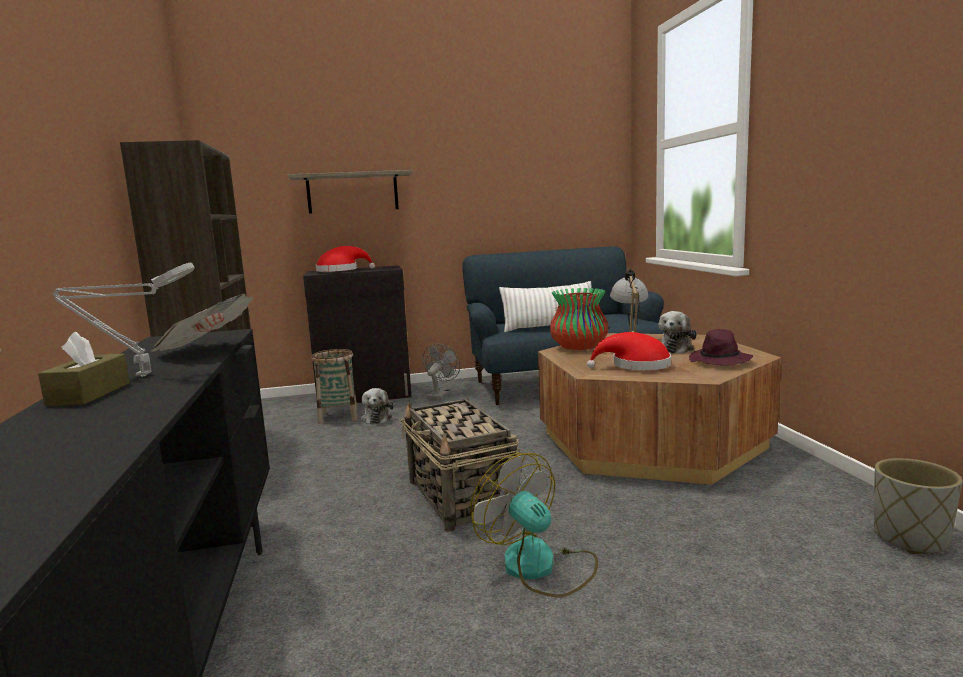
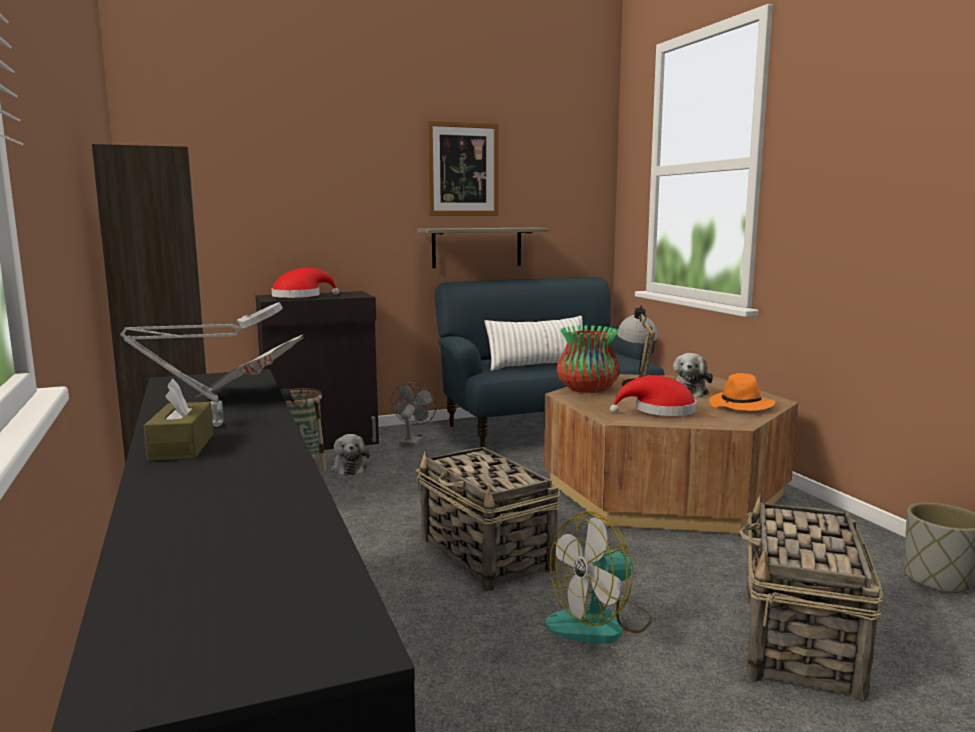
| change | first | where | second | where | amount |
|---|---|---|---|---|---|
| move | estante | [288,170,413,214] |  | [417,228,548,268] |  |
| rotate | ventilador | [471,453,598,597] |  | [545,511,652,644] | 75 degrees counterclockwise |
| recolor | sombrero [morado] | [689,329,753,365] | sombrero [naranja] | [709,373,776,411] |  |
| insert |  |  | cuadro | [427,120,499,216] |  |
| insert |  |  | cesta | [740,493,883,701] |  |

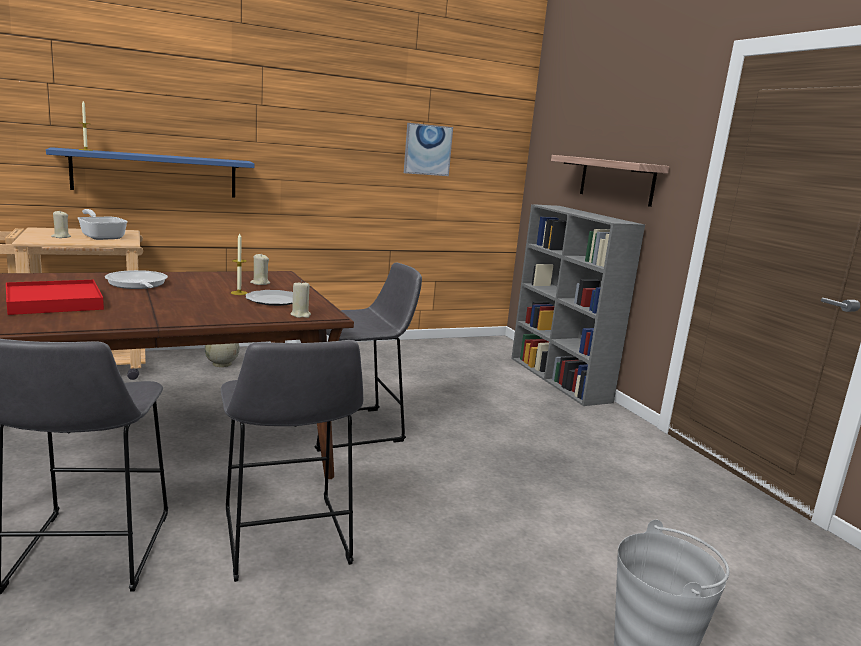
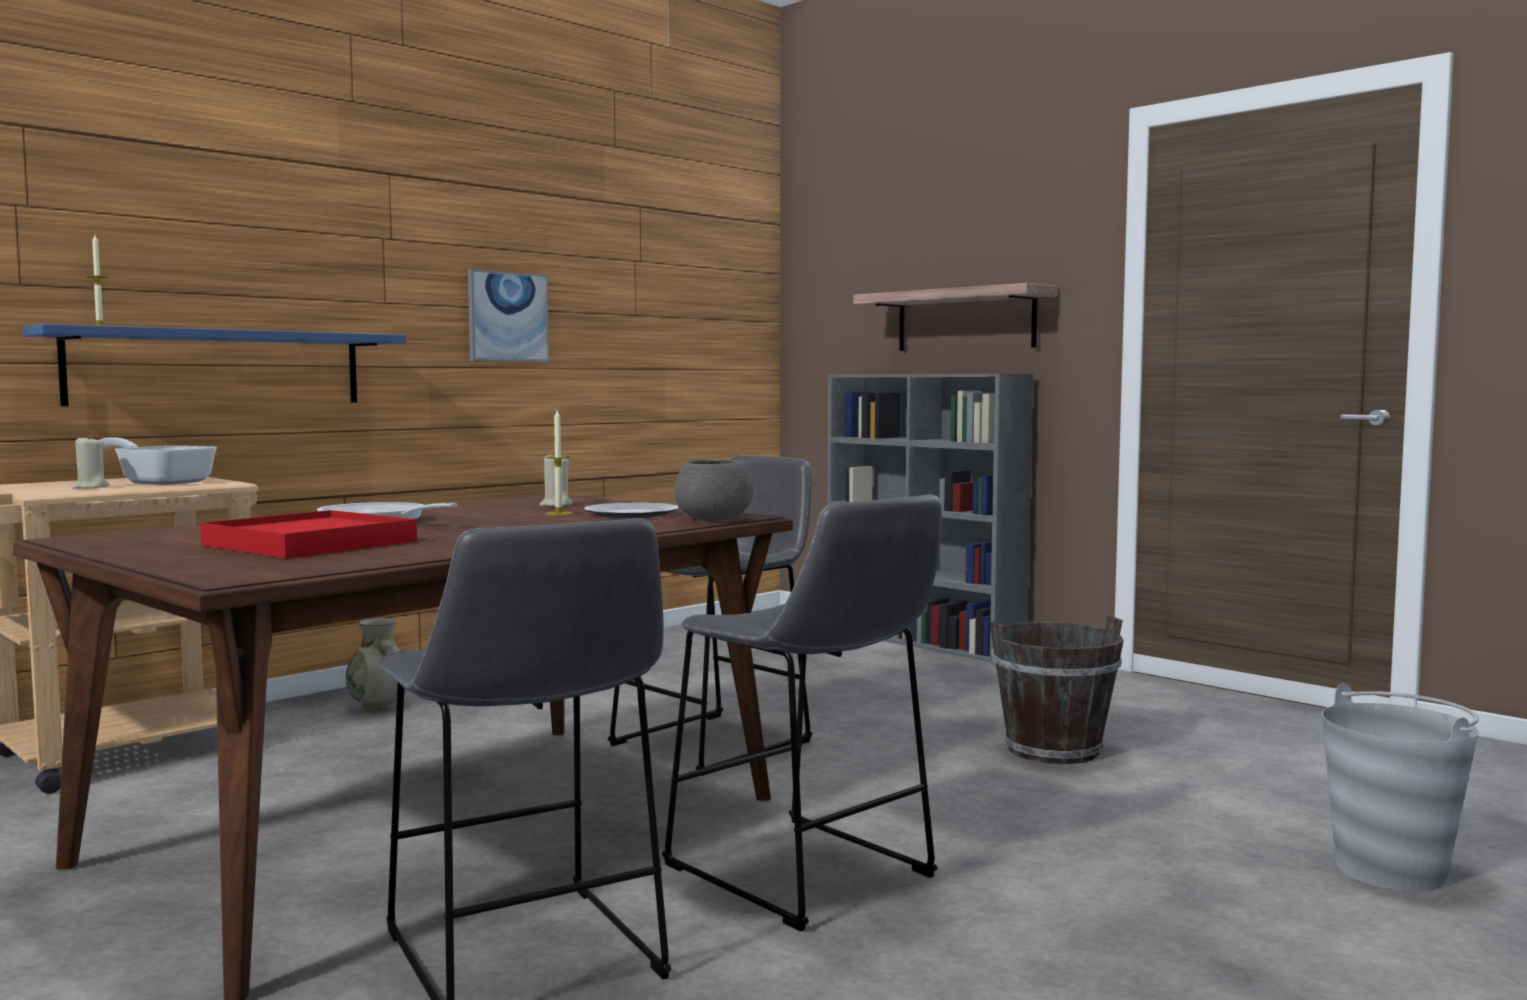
| change | first | where | second | where | amount |
|---|---|---|---|---|---|
| replace | vela [beis] | [290,280,311,318] | cuenco [gris] | [674,460,754,521] |  |
| move | cuadro | [404,123,453,176] |  | [468,269,549,362] |  |
| insert |  |  | cubo [marrón] | [989,615,1124,764] |  |

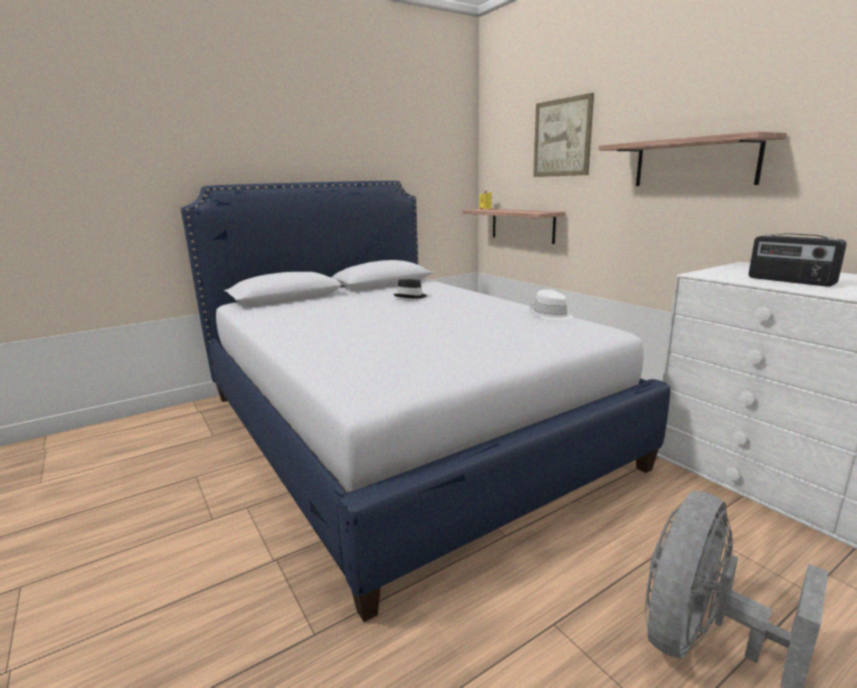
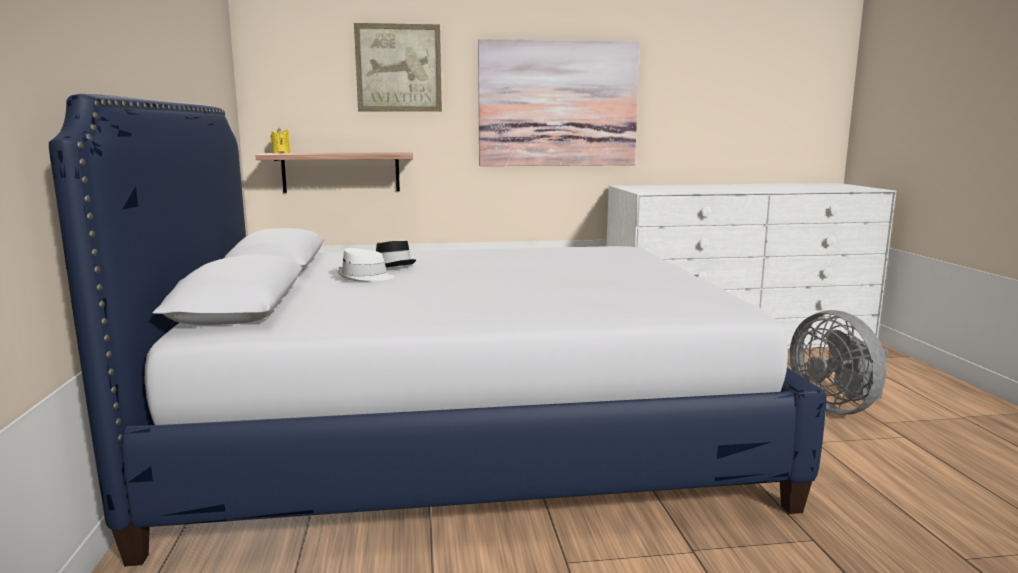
| change | first | where | second | where | amount |
|---|---|---|---|---|---|
| move | sombrero [blanco] | [530,289,573,320] |  | [336,248,394,281] |  |
| replace | estante | [599,131,787,186] | cuadro | [478,39,640,166] |  |
| delete | radio | [749,233,847,287] |  |  |  |

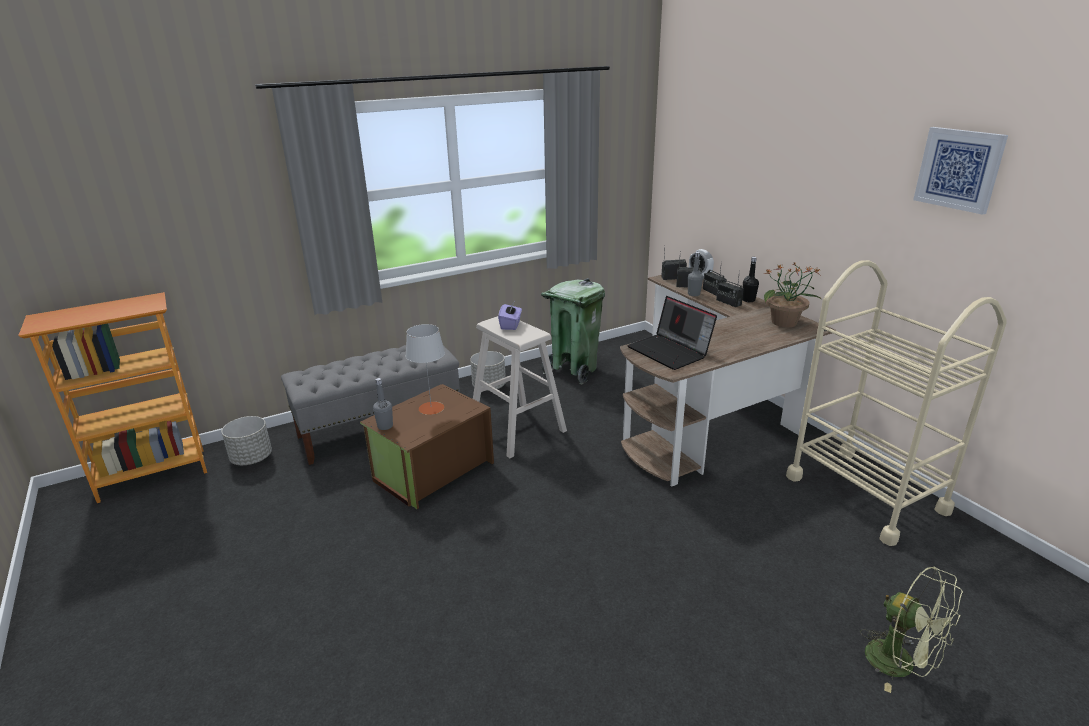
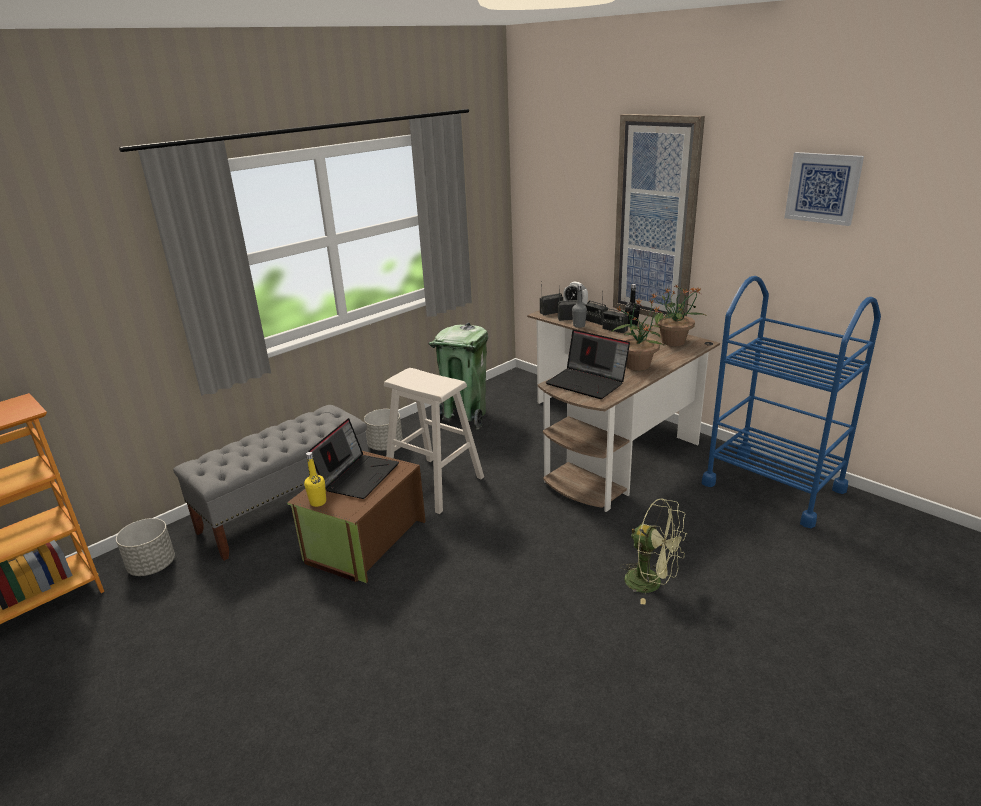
| change | first | where | second | where | amount |
|---|---|---|---|---|---|
| recolor | botella [gris] | [373,378,393,430] | botella [amarillo] | [304,452,326,507] |  |
| replace | lámpara de mesa [gris] | [406,324,445,415] | portátil | [309,418,399,499] |  |
| delete | caja de pañuelos [morado] | [498,303,522,330] |  |  |  |
| recolor | carrito [beis] | [786,260,1007,546] | carrito [azul] | [701,276,881,528] |  |
| move | ventilador [verde] | [860,567,963,693] |  | [620,498,687,605] |  |
| insert |  |  | planta en maceta | [611,300,664,371] |  |
| insert |  |  | cuadro | [613,114,705,317] |  |

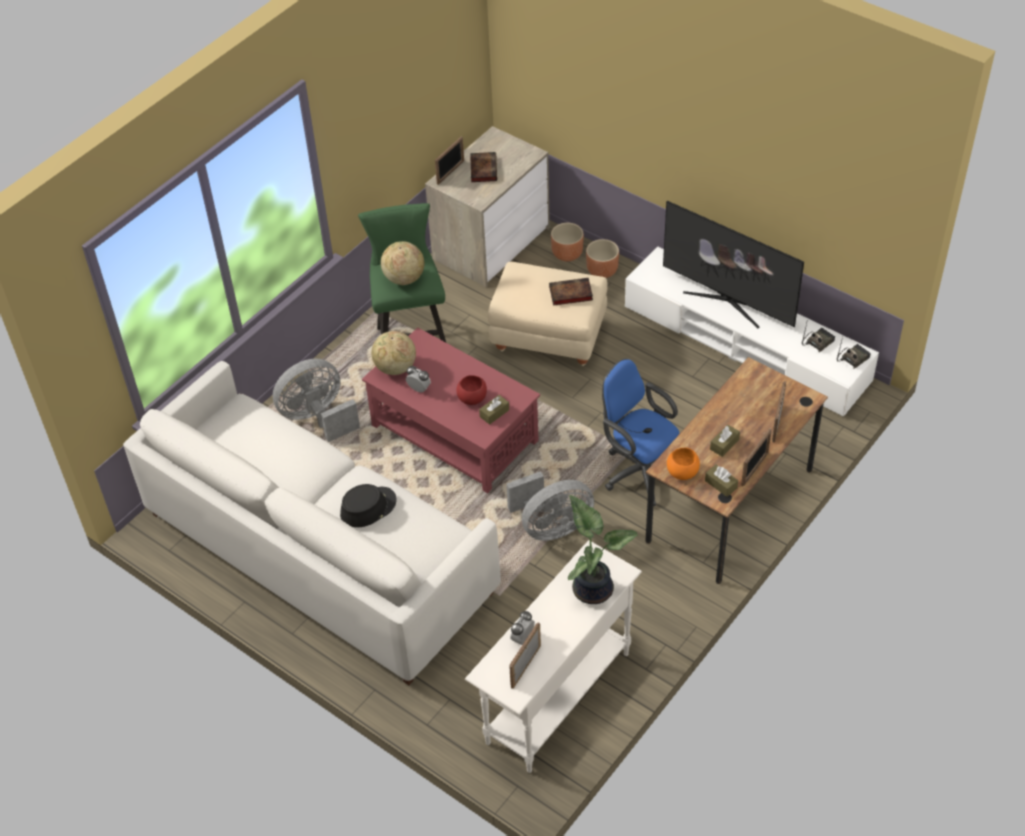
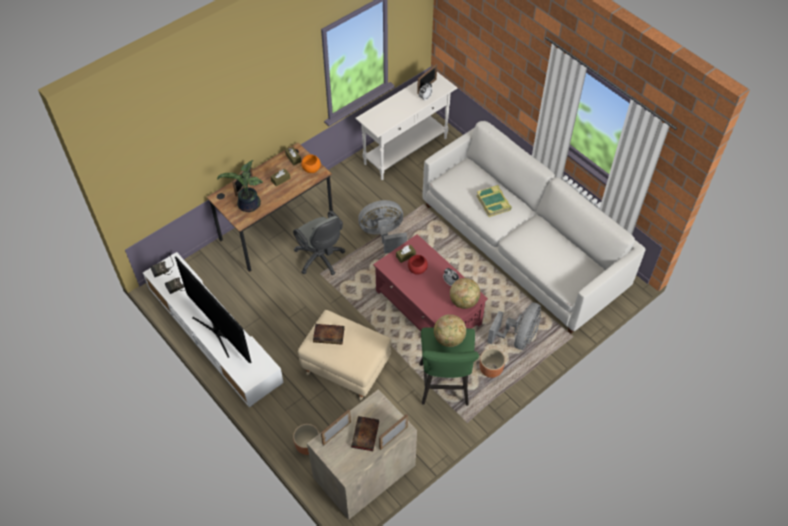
| change | first | where | second | where | amount |
|---|---|---|---|---|---|
| rotate | ventilador [gris] | [273,359,360,442] |  | [487,302,541,350] | 45 degrees counterclockwise |
| replace | sombrero [negro] | [340,484,397,528] | libro | [476,185,512,217] |  |
| move | planta en maceta | [568,495,638,604] |  | [217,160,263,212] |  |
| move | maceta [marrón] | [586,239,619,278] |  | [480,348,505,378] |  |
| recolor | silla de oficina [azul] | [602,359,679,506] | silla de oficina [gris] | [293,211,345,275] |  |
| move | portarretratos | [741,428,771,486] |  | [321,410,351,445] |  |

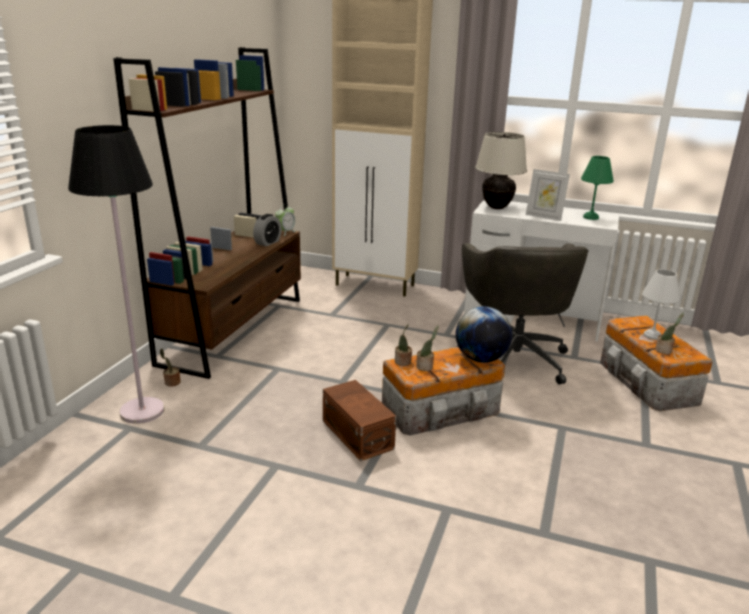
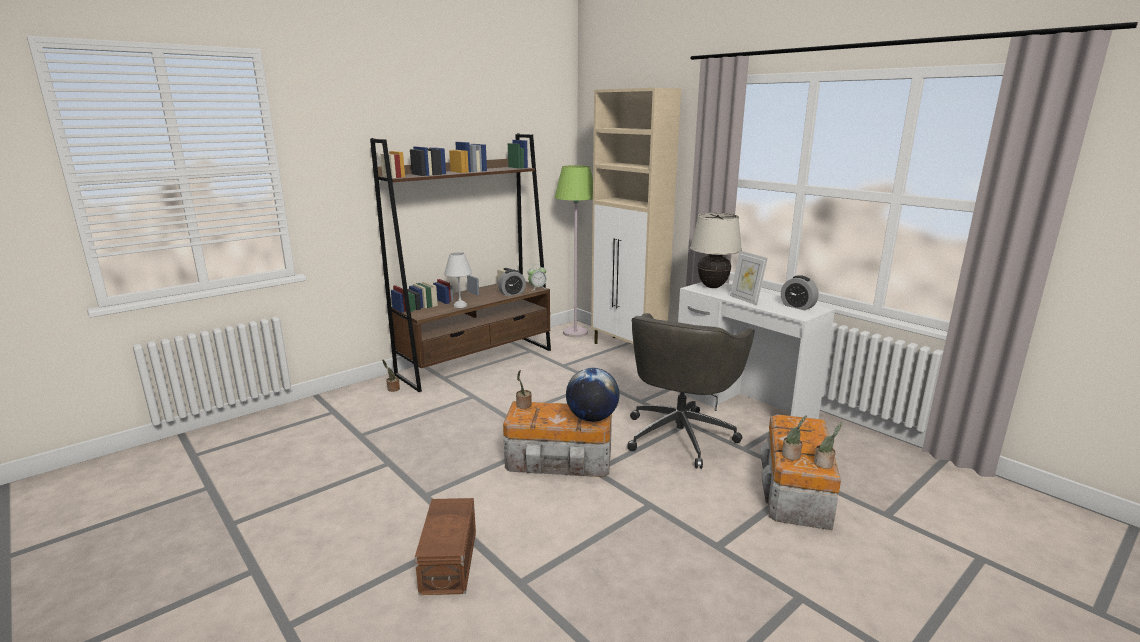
| change | first | where | second | where | amount |
|---|---|---|---|---|---|
| delete | lámpara de pie [negro] | [68,125,164,424] |  |  |  |
| move | caja de almacenaje [marrón] | [323,380,396,461] |  | [415,498,476,595] |  |
| move | planta en maceta | [416,325,439,371] |  | [814,422,843,469] |  |
| replace | lámpara de mesa [verde] | [581,156,614,220] | despertador | [781,275,819,310] |  |
| move | lámpara de mesa [blanco] | [642,269,680,340] |  | [444,252,472,308] |  |
| insert |  |  | lámpara de pie [verde] | [554,165,593,337] |  |

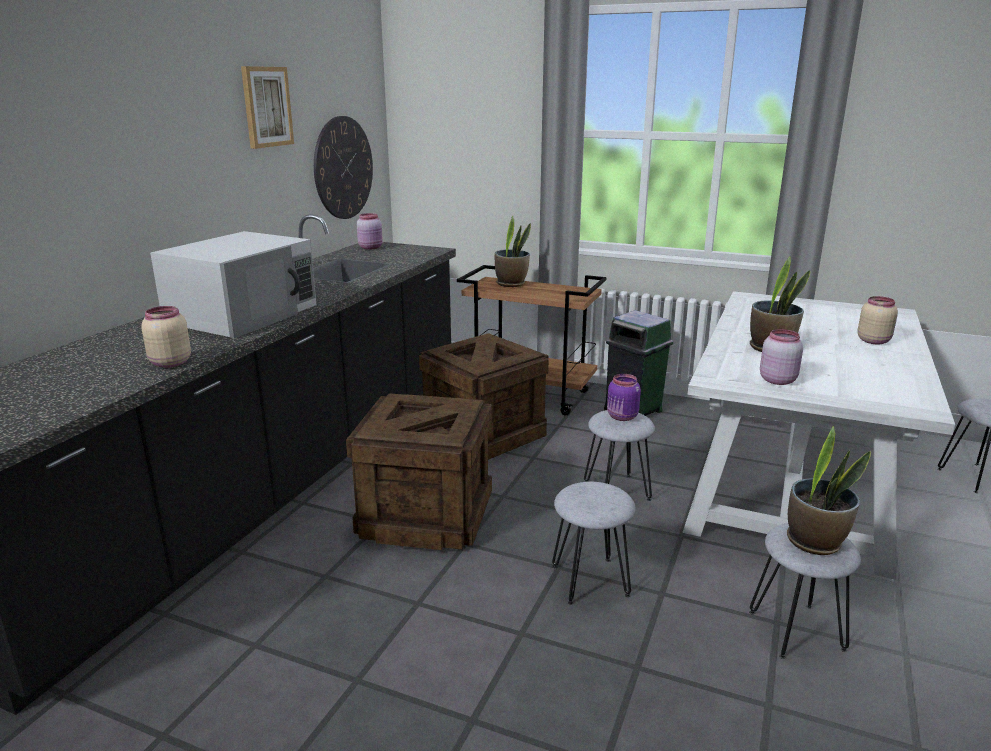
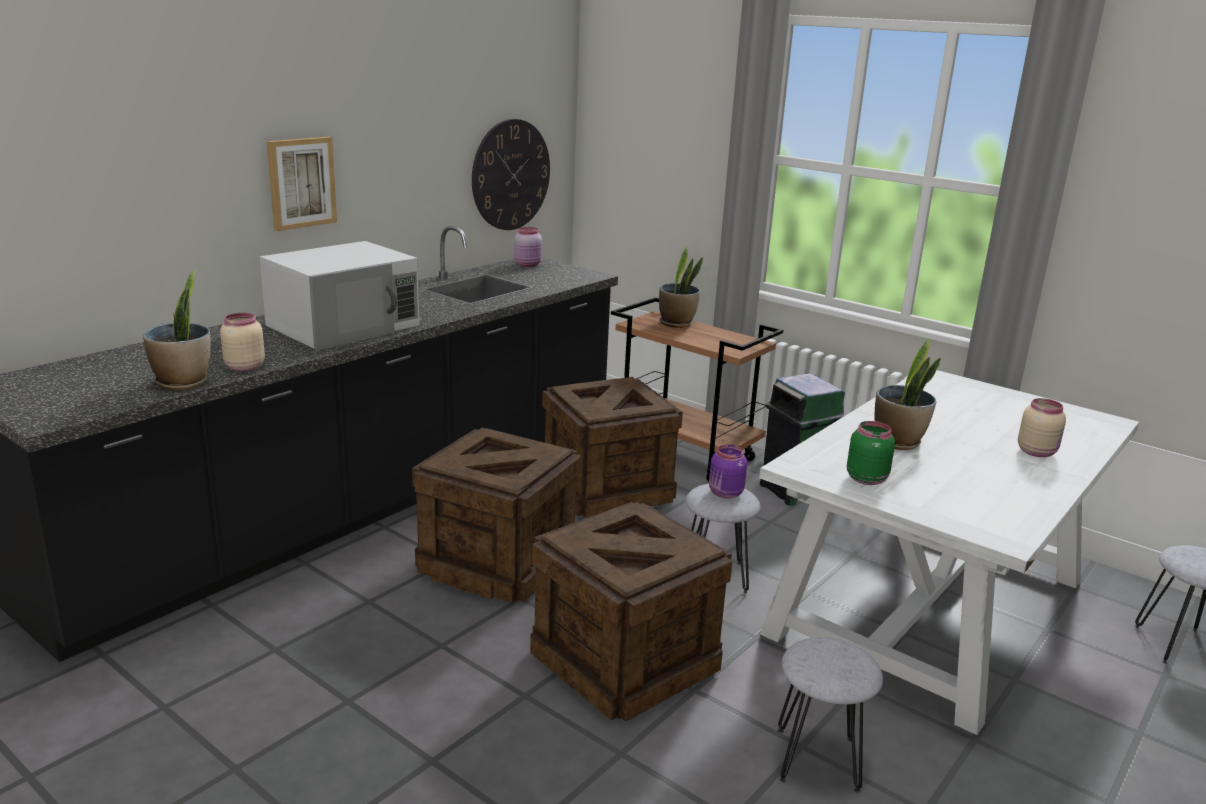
| change | first | where | second | where | amount |
|---|---|---|---|---|---|
| move | cuadro | [241,66,294,149] |  | [267,137,337,231] |  |
| replace | taburete [gris] | [552,482,636,605] | caja de embalaje | [530,502,732,722] |  |
| recolor | tarro [rosa] | [760,329,803,385] | tarro [verde] | [847,421,895,485] |  |
| move | planta en maceta | [787,426,871,555] |  | [143,269,211,390] |  |

